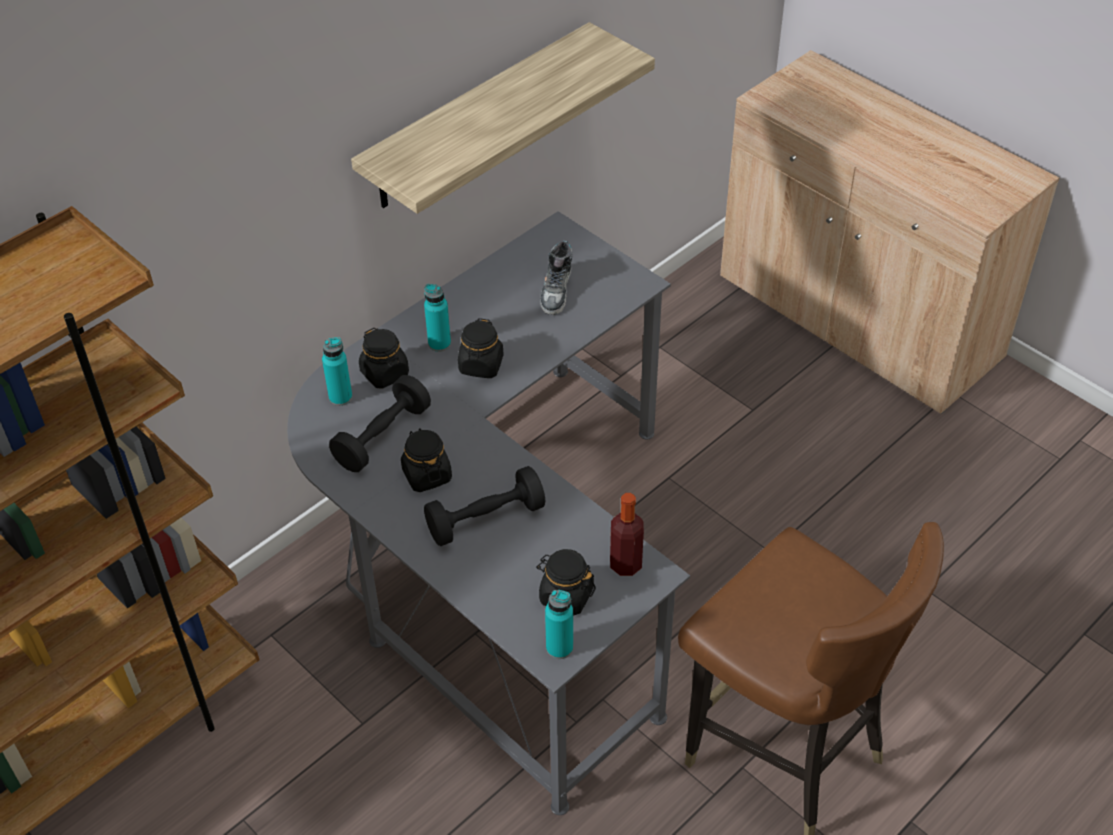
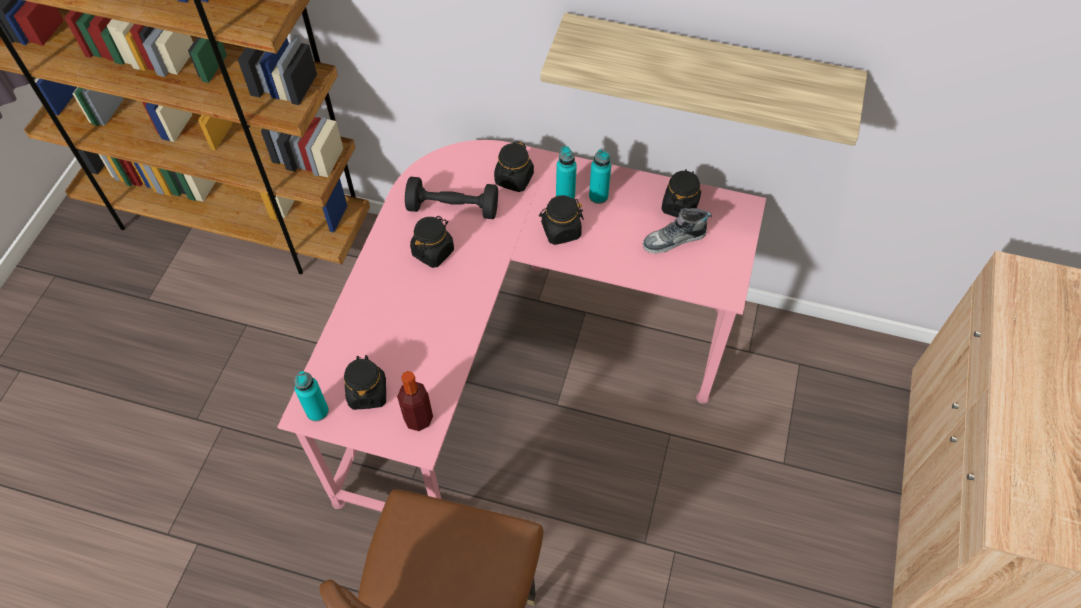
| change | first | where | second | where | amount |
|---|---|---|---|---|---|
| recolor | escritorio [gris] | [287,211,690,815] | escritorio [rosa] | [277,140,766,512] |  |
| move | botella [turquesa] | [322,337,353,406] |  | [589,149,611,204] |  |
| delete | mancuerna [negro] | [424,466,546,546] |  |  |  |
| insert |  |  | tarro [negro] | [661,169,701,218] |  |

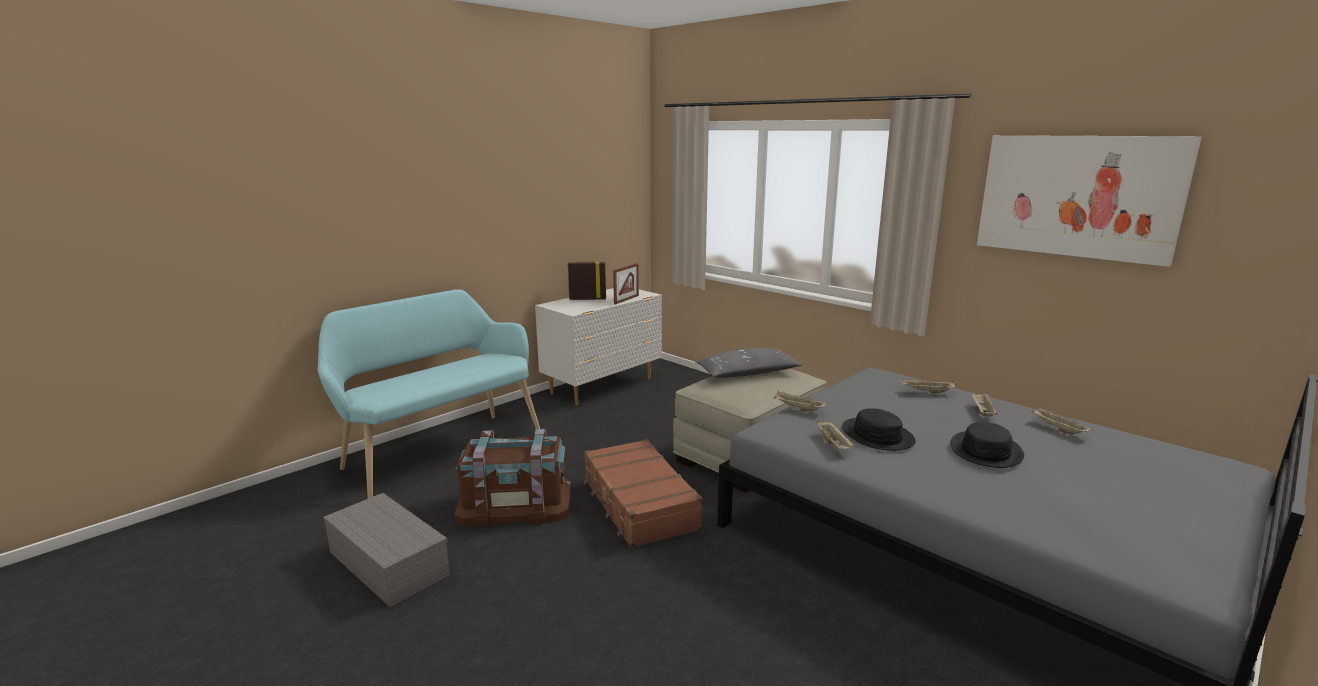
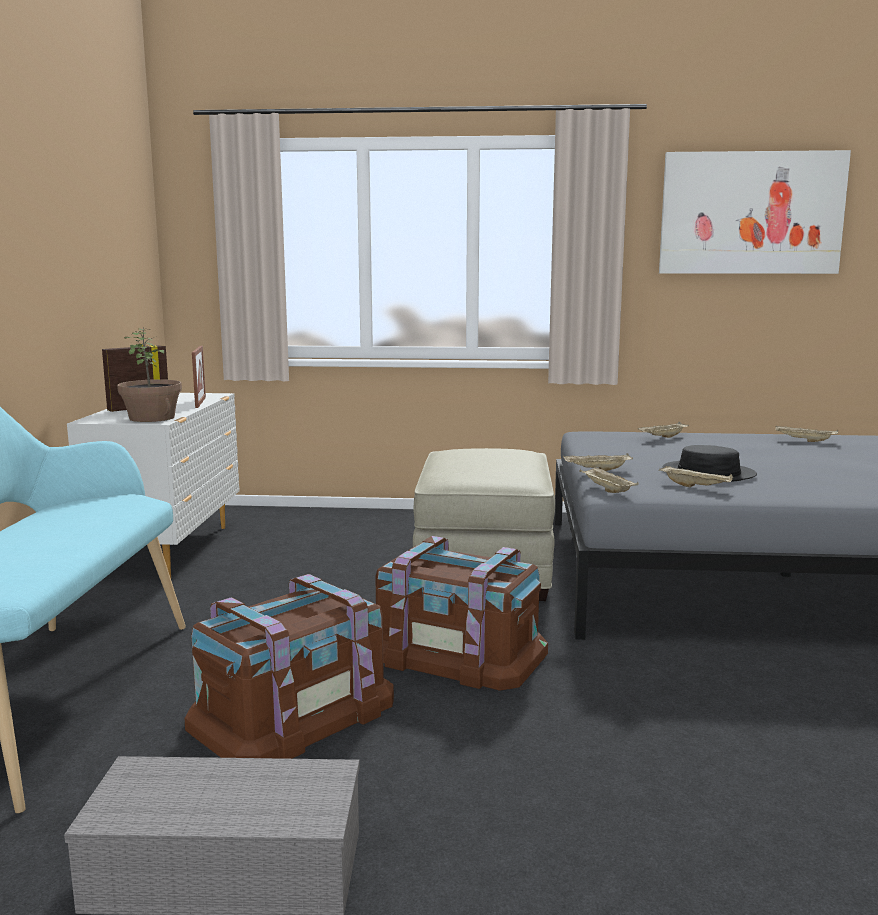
| change | first | where | second | where | amount |
|---|---|---|---|---|---|
| replace | maleta [marrón] | [584,439,703,548] | caja de almacenaje [marrón] | [375,536,548,691] |  |
| delete | cojín [gris] | [695,348,802,378] |  |  |  |
| delete | sombrero [negro] | [950,422,1024,468] |  |  |  |
| move | bandeja [beis] | [971,392,998,416] |  | [579,467,639,493] |  |
| insert |  |  | planta en maceta | [117,328,182,422] |  |

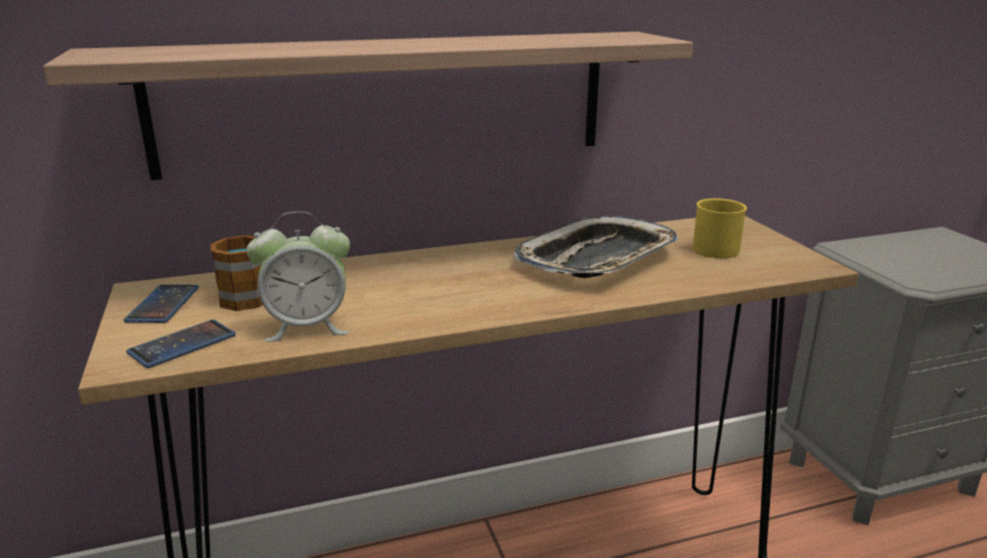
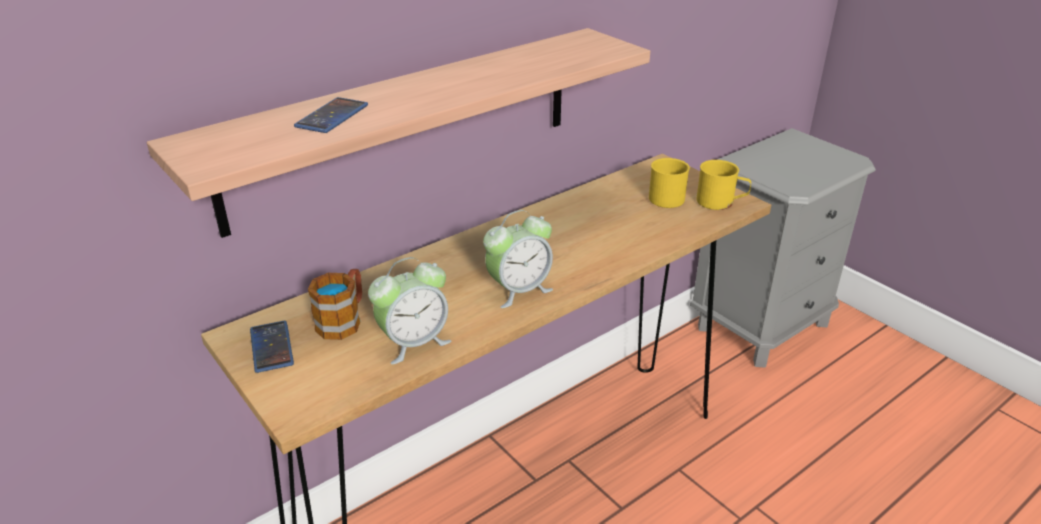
| change | first | where | second | where | amount |
|---|---|---|---|---|---|
| move | móvil | [126,319,236,368] |  | [294,97,368,133] |  |
| delete | bandeja | [513,215,678,278] |  |  |  |
| insert |  |  | despertador | [483,210,553,308] |  |
| insert |  |  | taza grande [amarillo] | [696,160,751,210] |  |

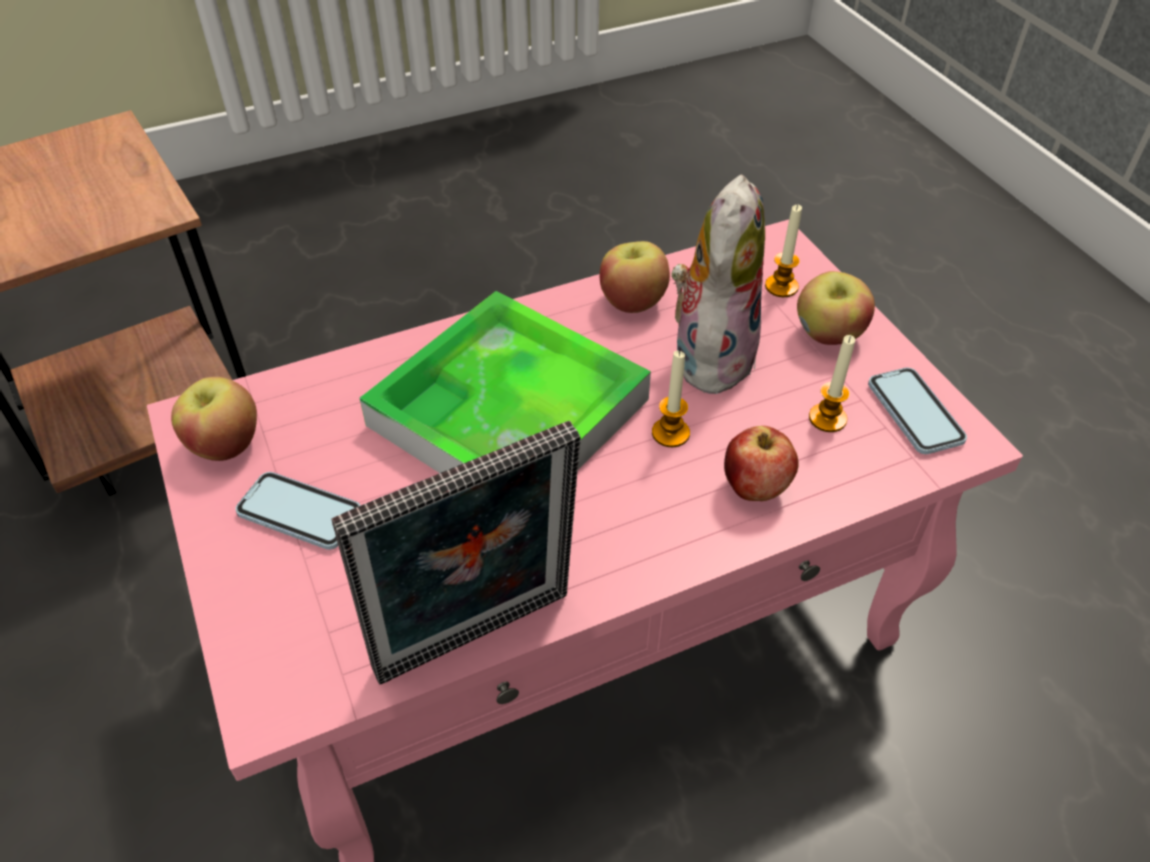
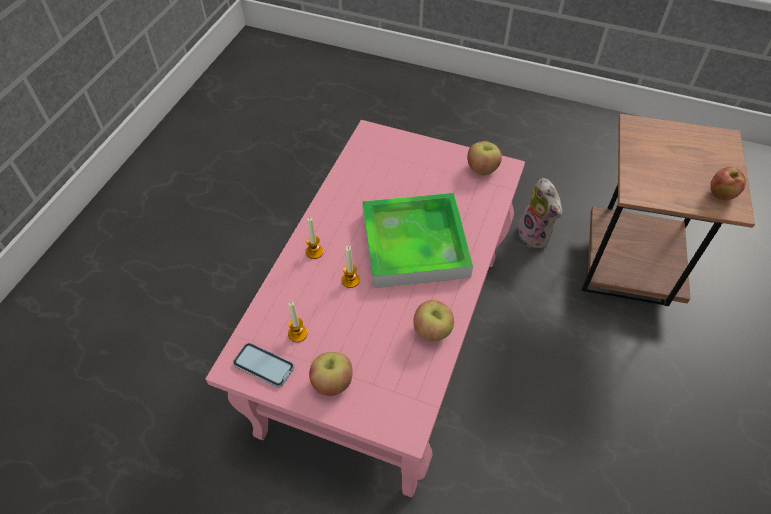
| change | first | where | second | where | amount |
|---|---|---|---|---|---|
| delete | móvil | [235,472,361,550] |  |  |  |
| delete | portarretratos | [331,421,581,684] |  |  |  |
| move | peluche | [671,175,765,394] |  | [515,178,562,249] |  |
| move | manzana | [724,426,799,501] |  | [710,167,746,200] |  |
| move | vela | [765,205,802,297] |  | [306,217,323,259] |  |

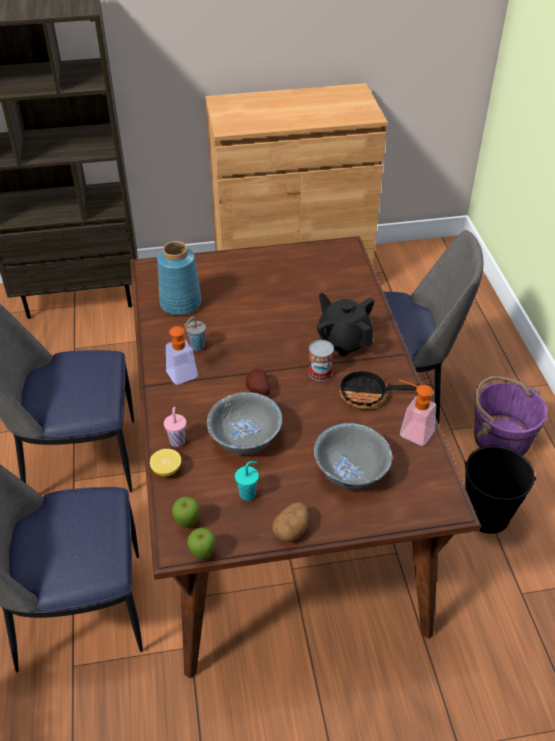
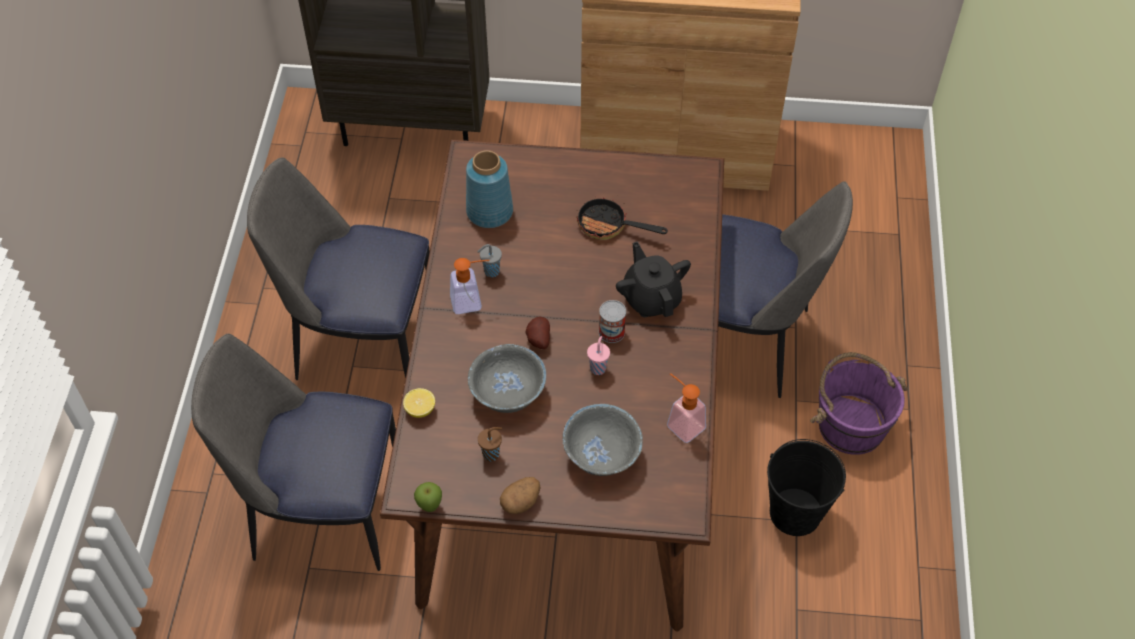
| change | first | where | second | where | amount |
|---|---|---|---|---|---|
| move | taza [rosa] | [164,407,186,447] |  | [587,336,610,375] |  |
| delete | manzana | [172,496,200,528] |  |  |  |
| recolor | taza [turquesa] | [235,461,259,501] | taza [marrón] | [478,427,502,462] |  |
| move | sartén | [340,364,434,409] |  | [576,195,668,240] |  |

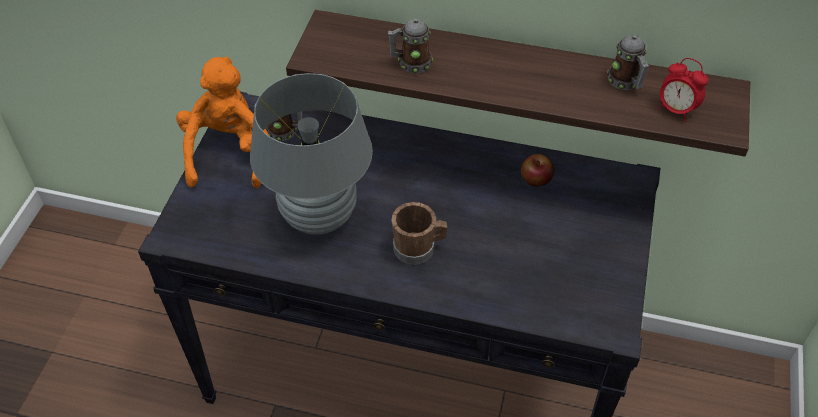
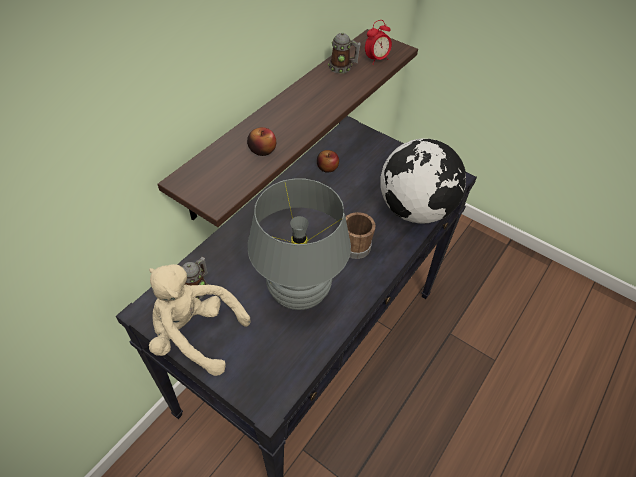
| change | first | where | second | where | amount |
|---|---|---|---|---|---|
| recolor | peluche [naranja] | [176,57,269,188] | peluche [beis] | [149,264,251,376] |  |
| replace | taza grande | [388,18,433,73] | manzana | [247,127,276,156] |  |
| insert |  |  | globo terráqueo | [380,138,466,224] |  |

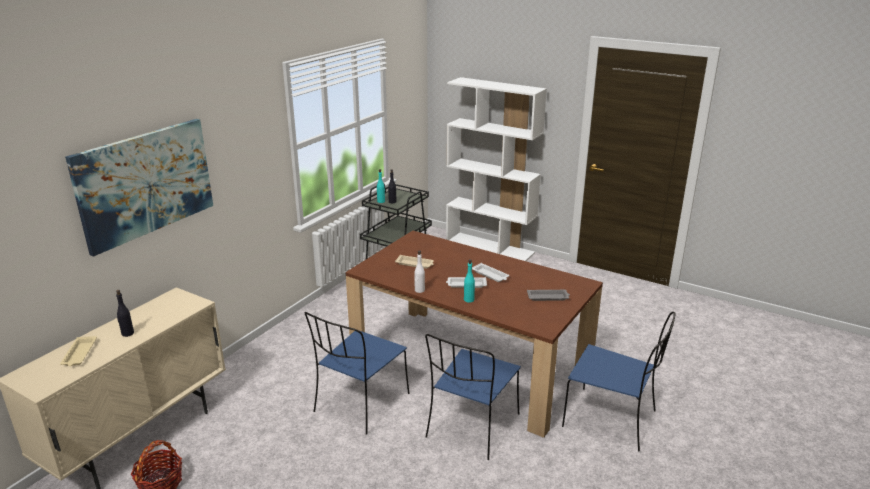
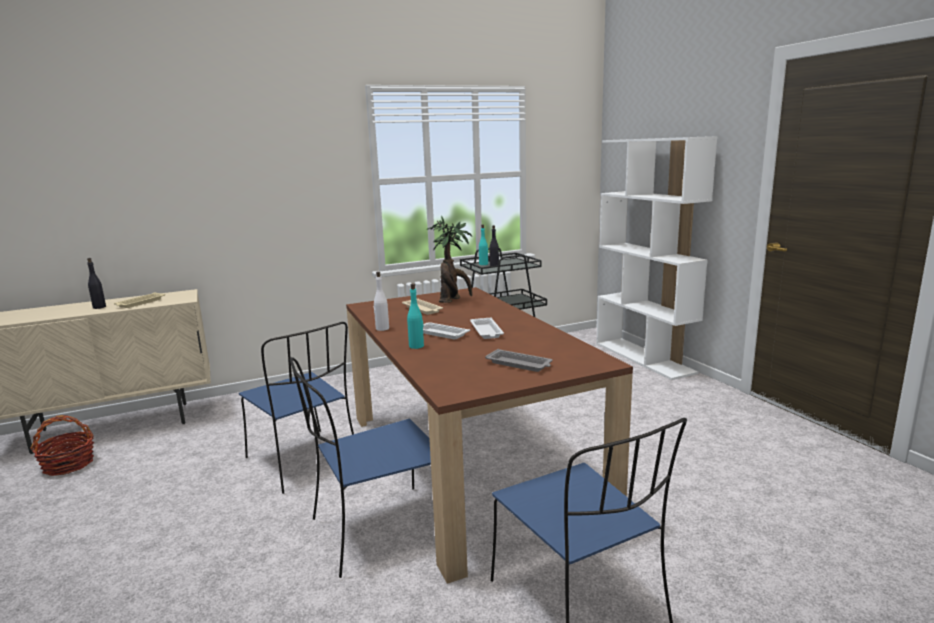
| change | first | where | second | where | amount |
|---|---|---|---|---|---|
| move | bandeja [beis] | [60,336,97,366] |  | [114,293,165,308] |  |
| delete | cuadro | [65,119,213,257] |  |  |  |
| rotate | silla [azul] | [305,312,410,435] |  | [239,322,354,494] | 105 degrees counterclockwise |
| insert |  |  | planta en maceta | [428,215,473,303] |  |

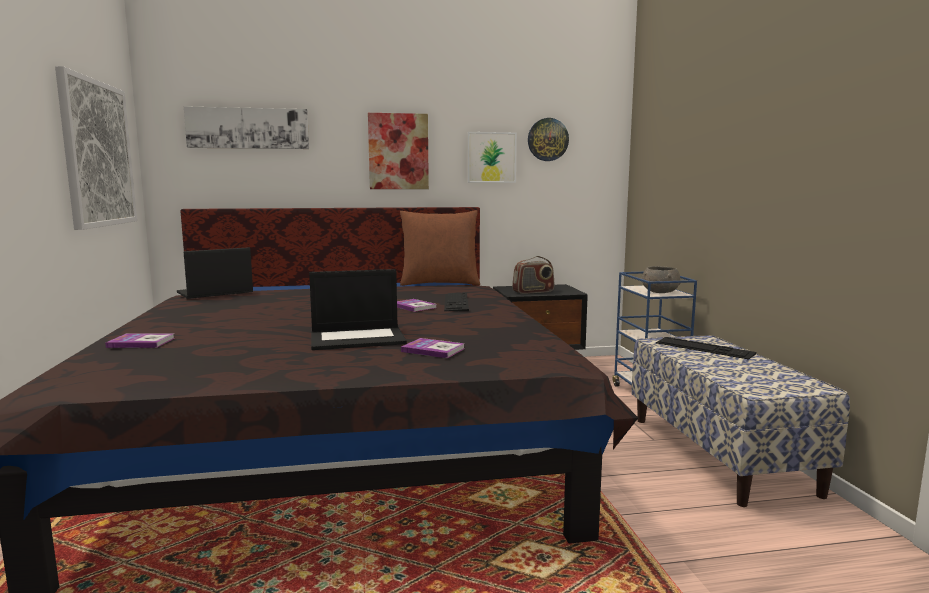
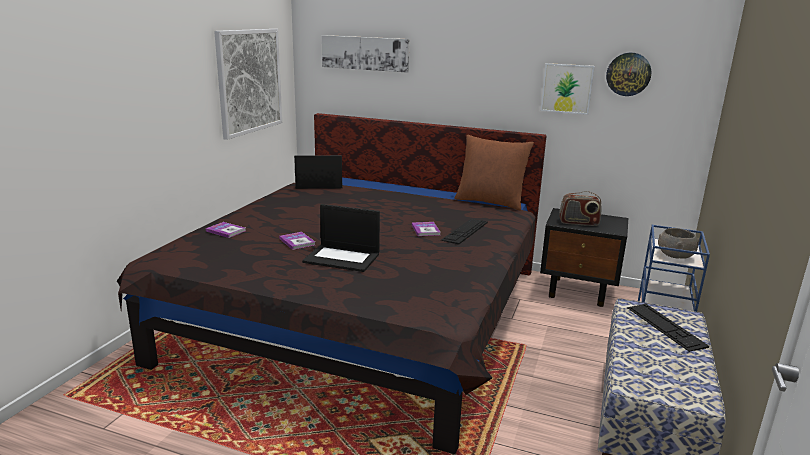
| change | first | where | second | where | amount |
|---|---|---|---|---|---|
| delete | cuadro | [368,113,429,189] |  |  |  |
| move | libro | [401,338,465,358] |  | [279,232,315,250] |  |

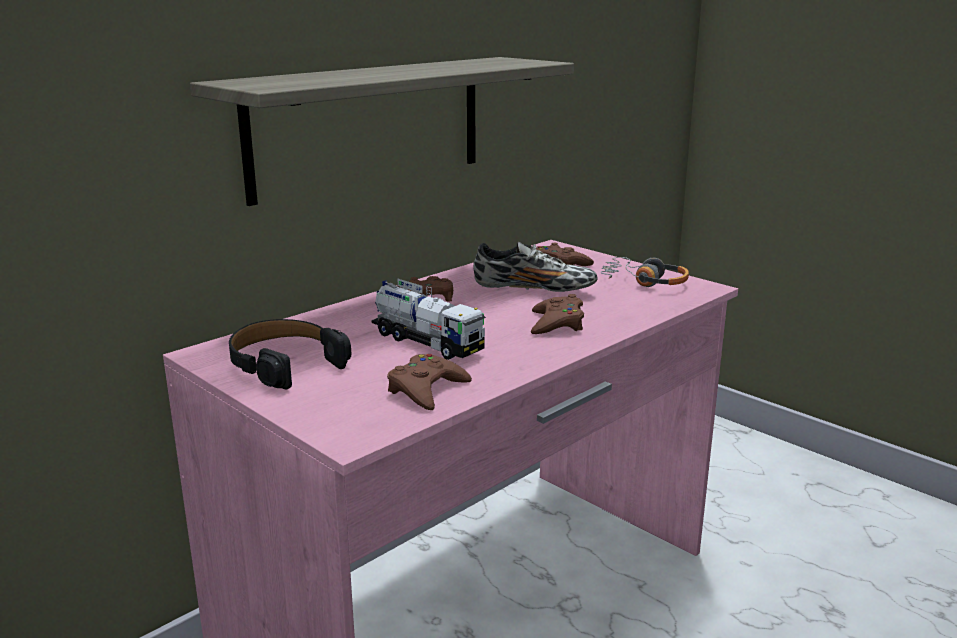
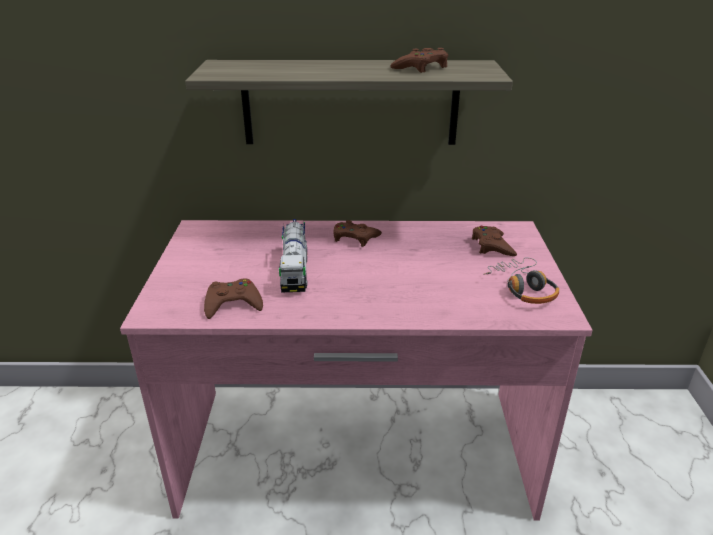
| change | first | where | second | where | amount |
|---|---|---|---|---|---|
| delete | auriculares [negro] | [229,319,352,389] |  |  |  |
| delete | zapato | [473,242,598,292] |  |  |  |
| move | mando de consola [marrón] | [531,294,584,334] |  | [390,48,448,73] |  |

